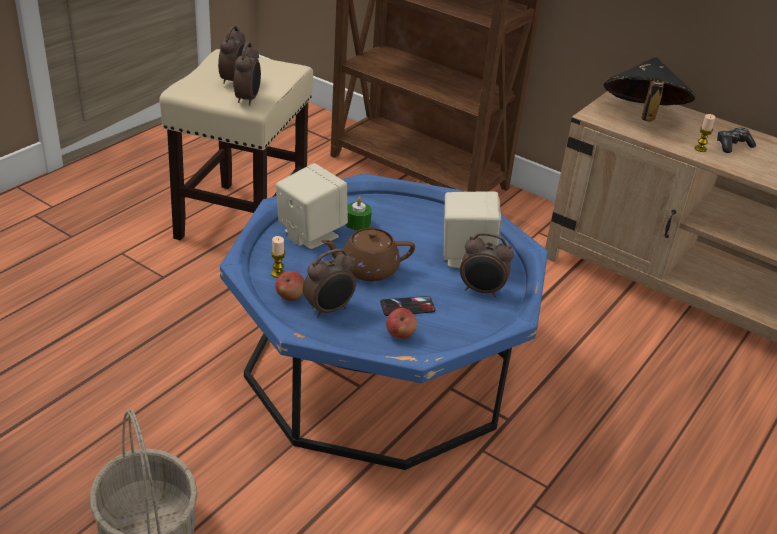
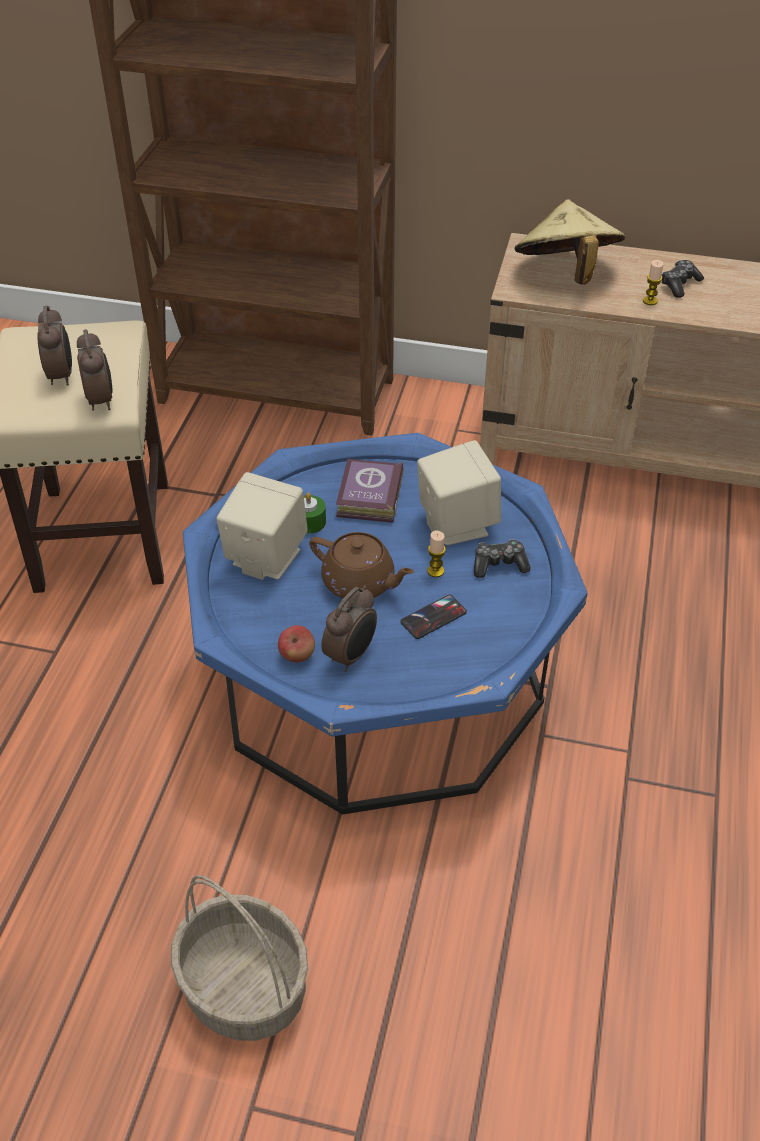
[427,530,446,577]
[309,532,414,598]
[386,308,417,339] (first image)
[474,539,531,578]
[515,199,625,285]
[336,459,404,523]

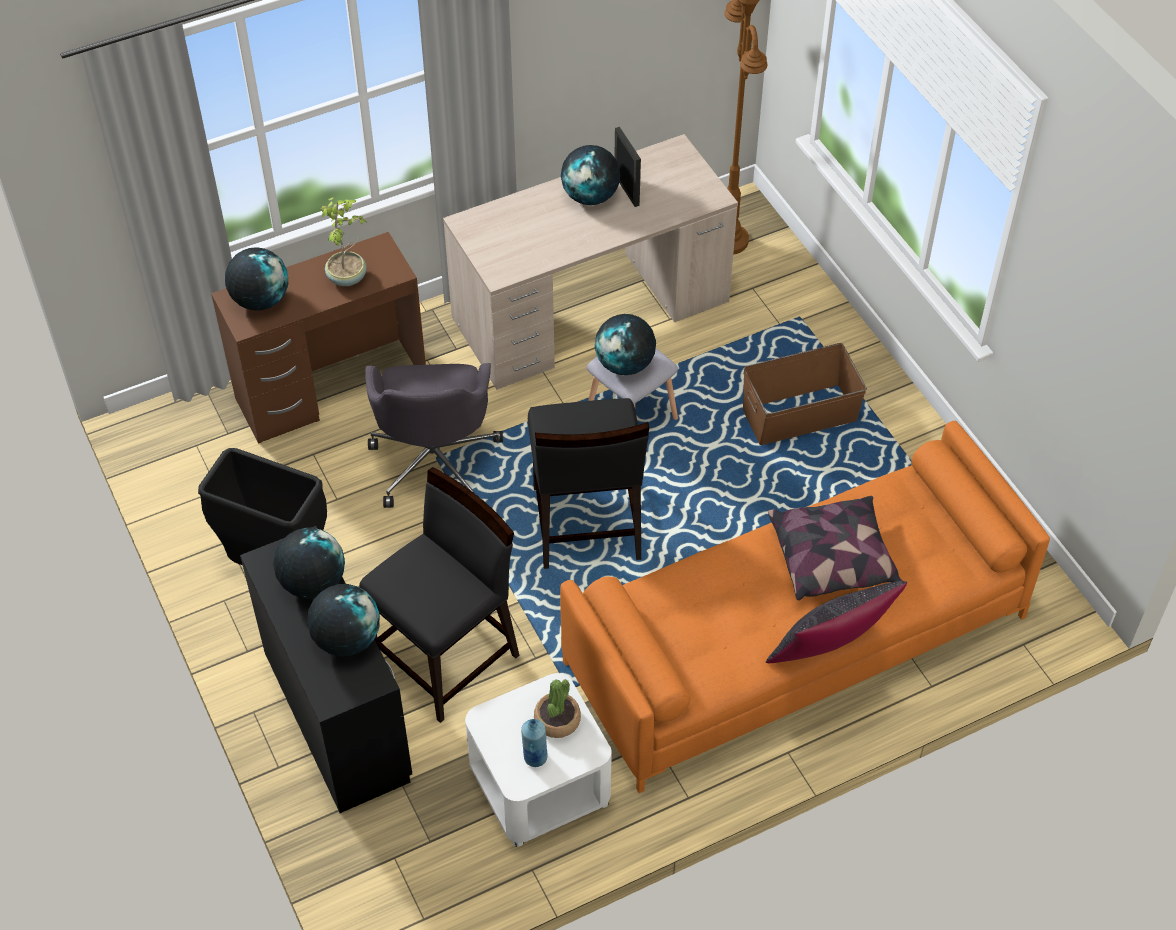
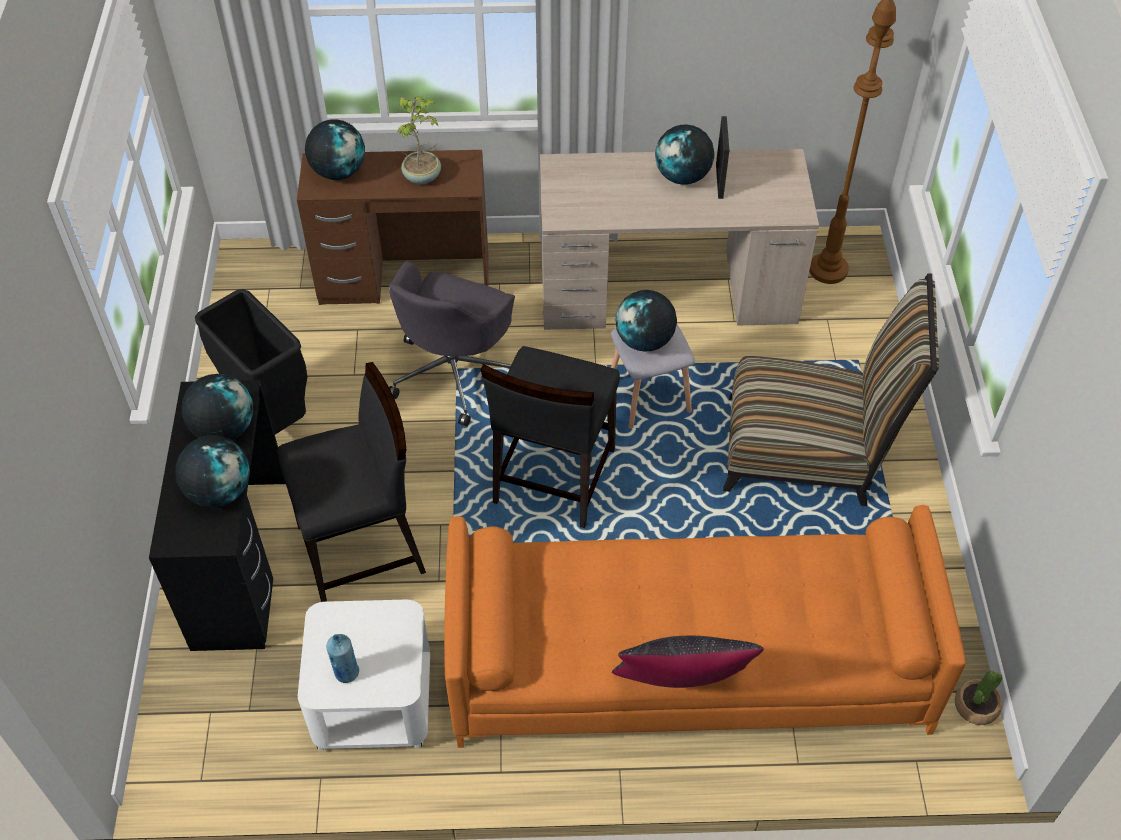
[955,670,1002,725]
[723,274,939,506]
[768,496,903,600] (first image)

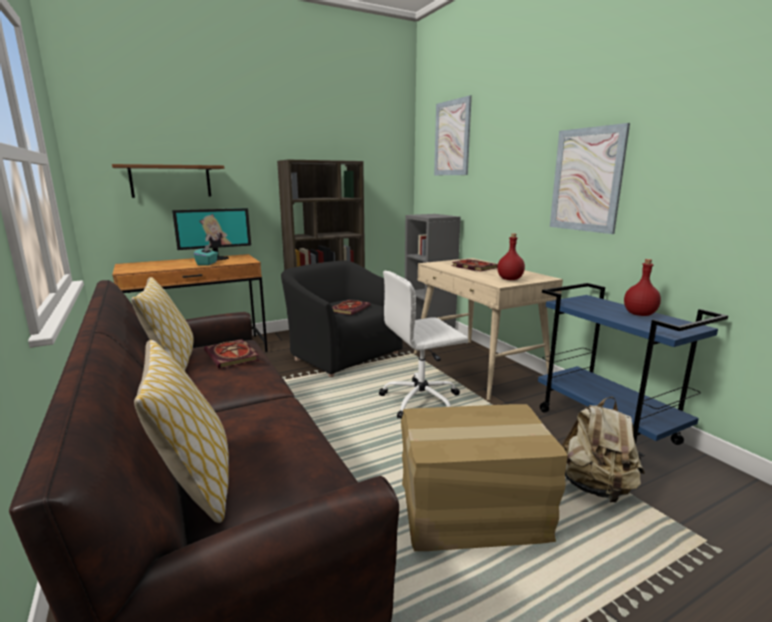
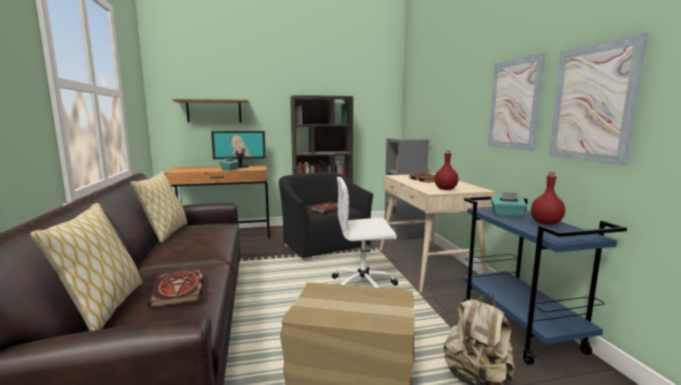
[147,269,203,308]
[549,33,648,166]
[491,192,527,217]

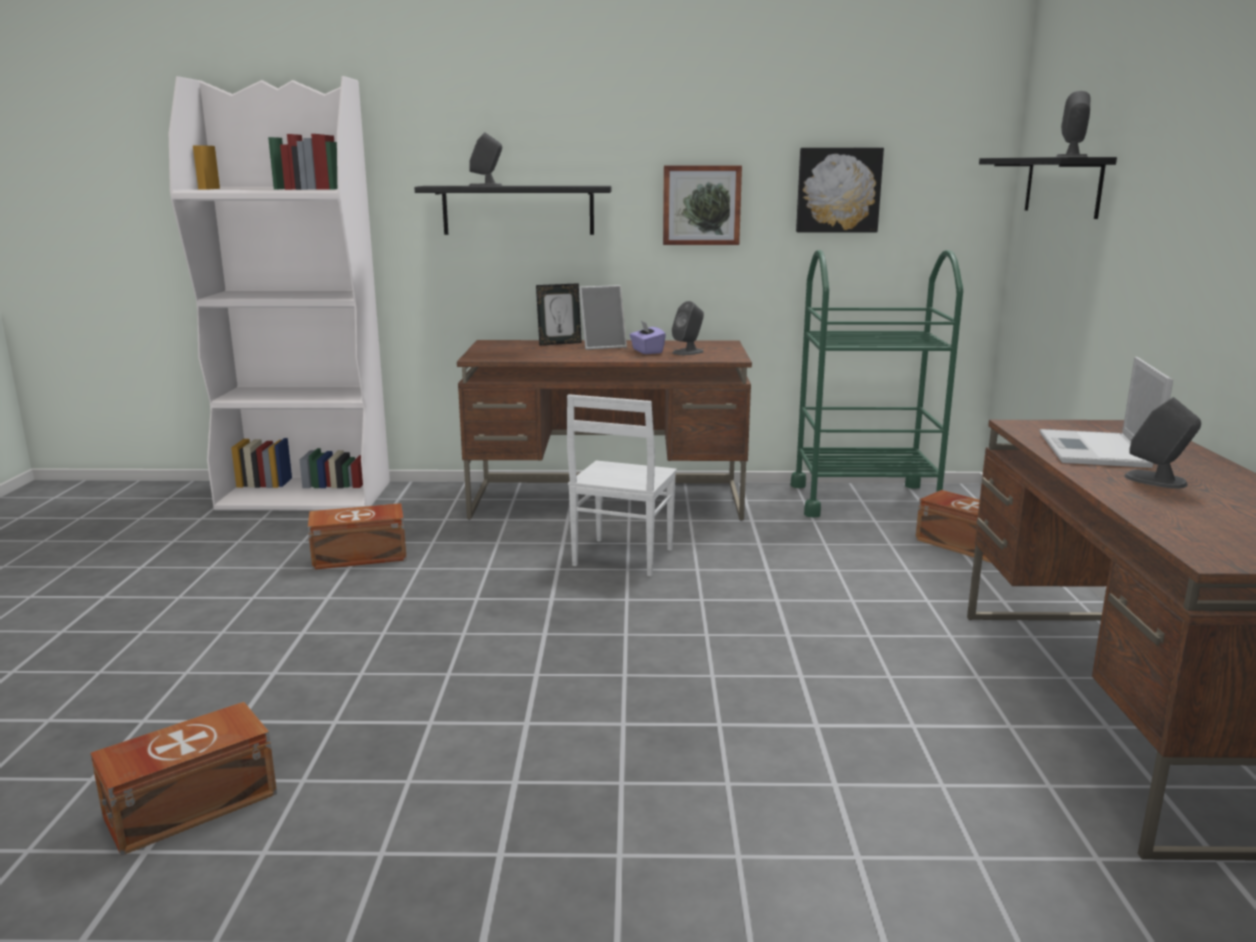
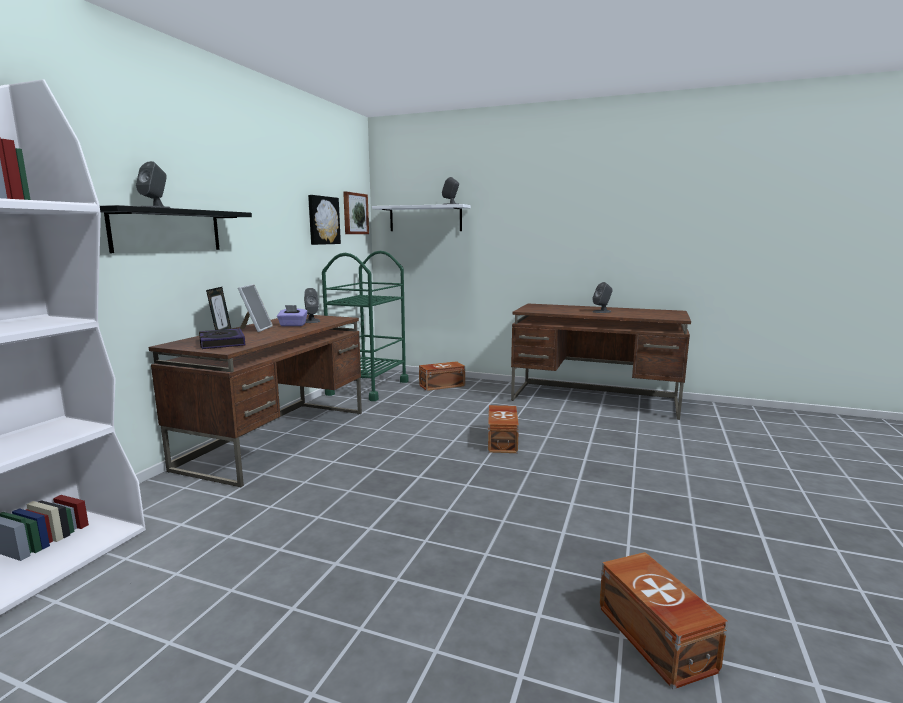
[488,405,519,453]
[567,394,677,576] (first image)
[343,191,369,234]
[372,204,471,231]
[1040,357,1173,468] (first image)
[199,328,245,349]

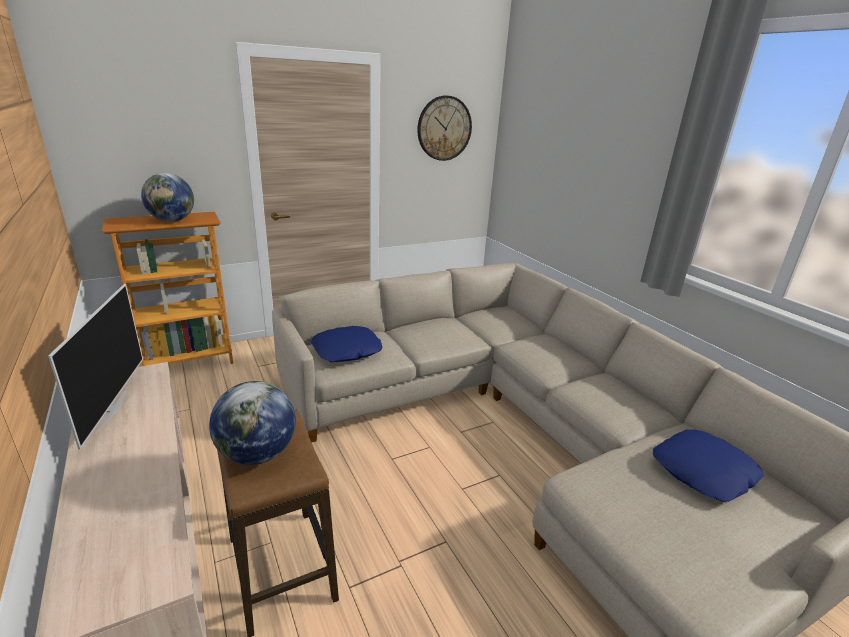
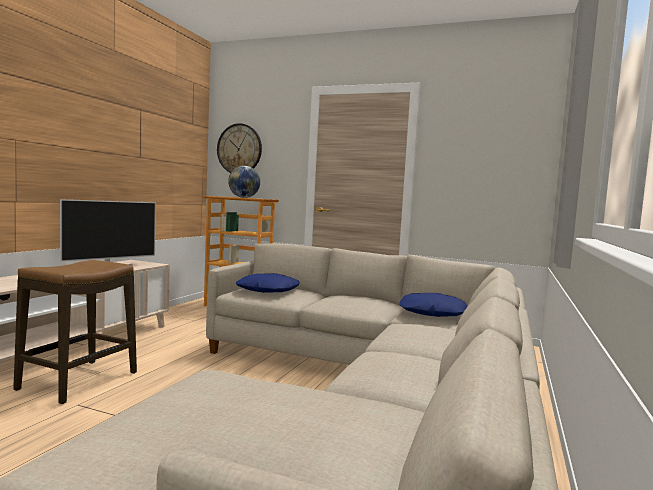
[209,381,296,465] (first image)
[217,123,262,173]
[399,293,468,317]

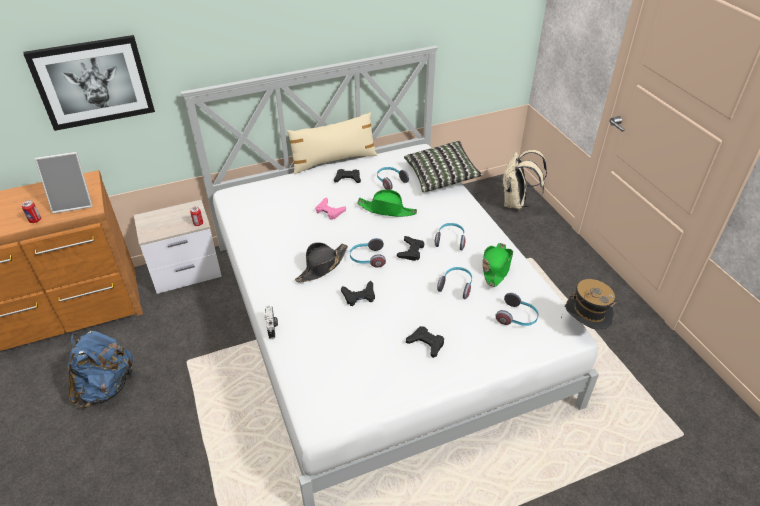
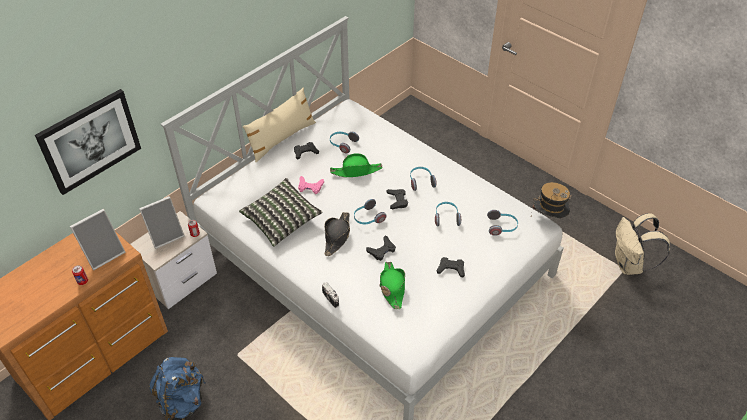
[239,178,322,247]
[380,262,405,309]
[615,213,670,275]
[139,196,185,249]

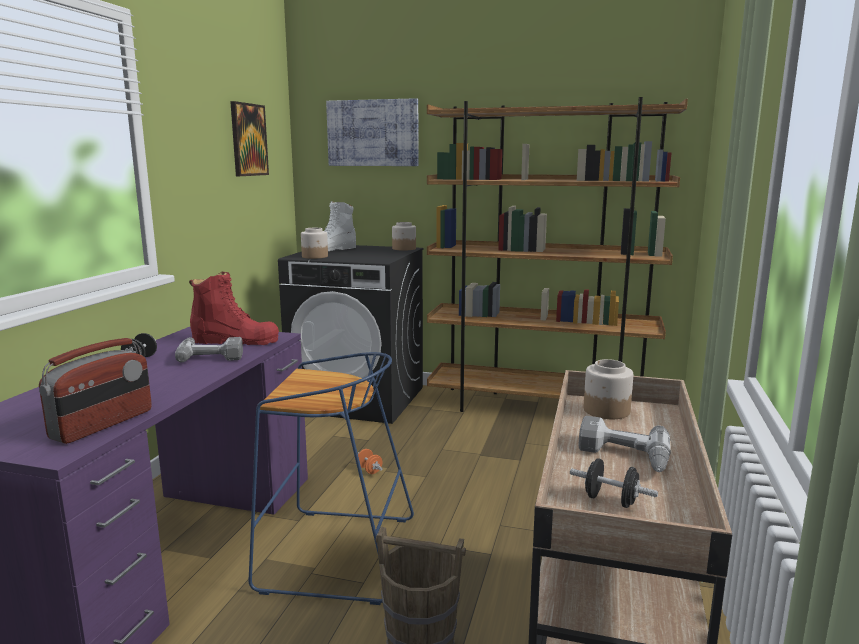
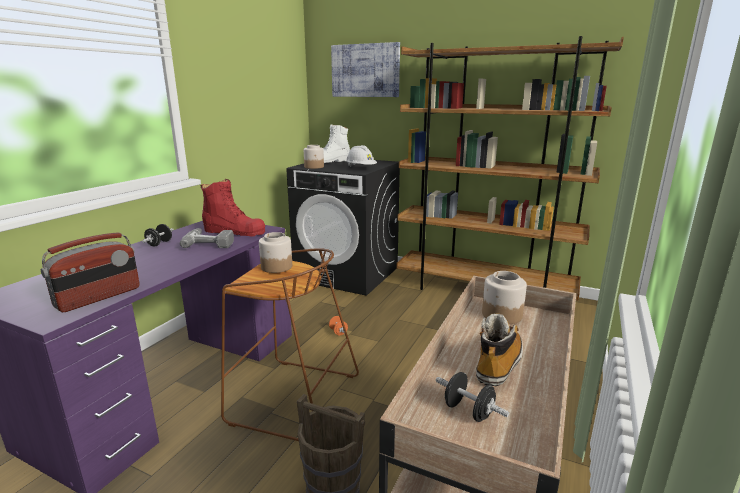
[230,101,269,176] (first image)
[221,248,359,441]
[259,232,292,273]
[476,314,523,386]
[346,145,377,167]

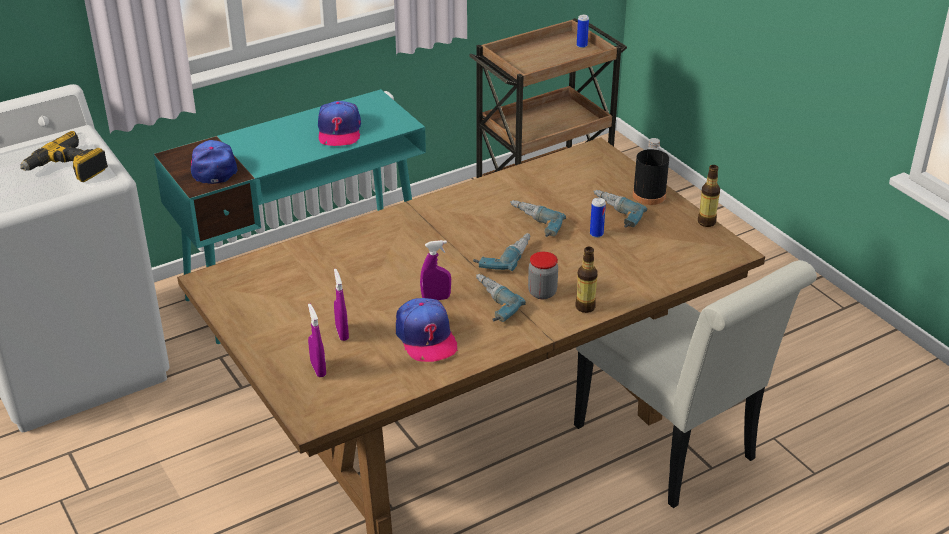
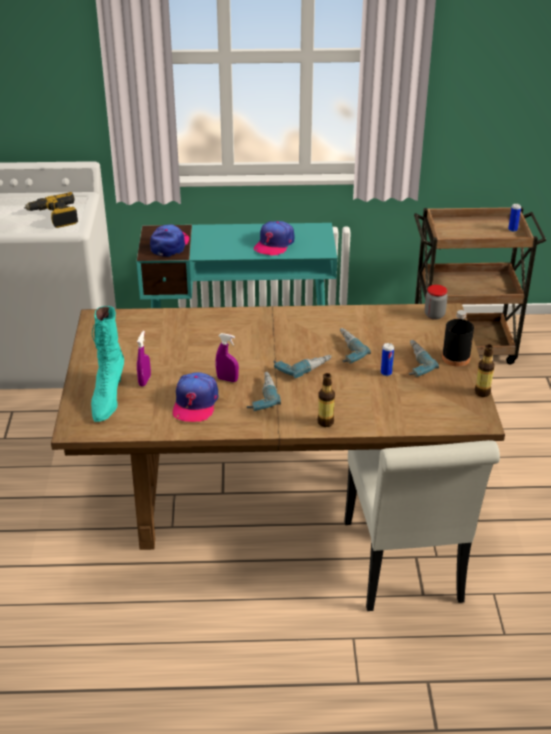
[91,306,124,422]
[425,285,448,320]

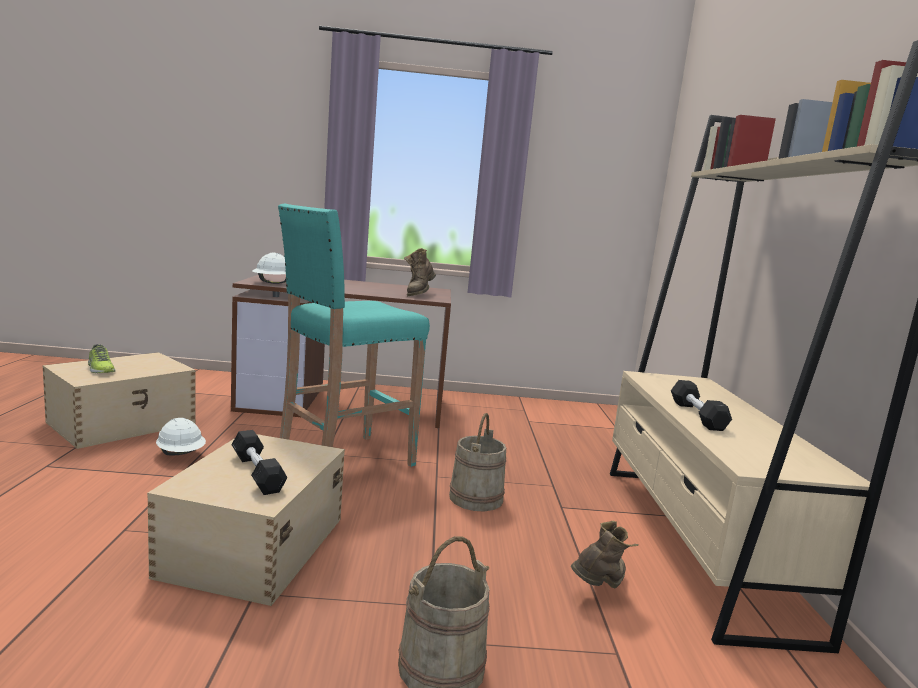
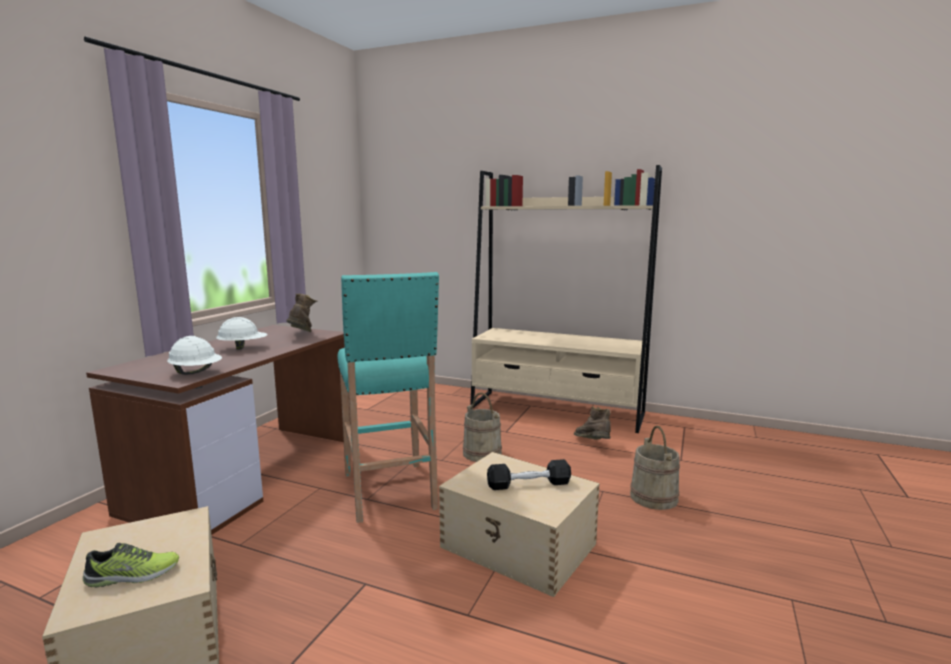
[216,317,268,350]
[286,294,317,332]
[671,380,732,431] (first image)

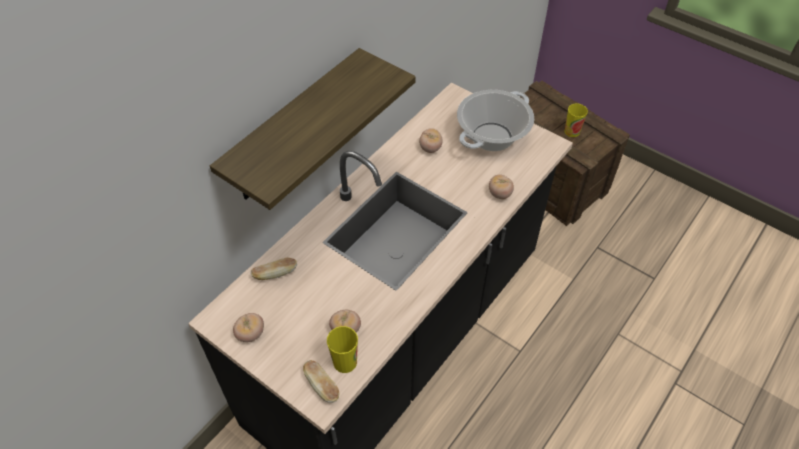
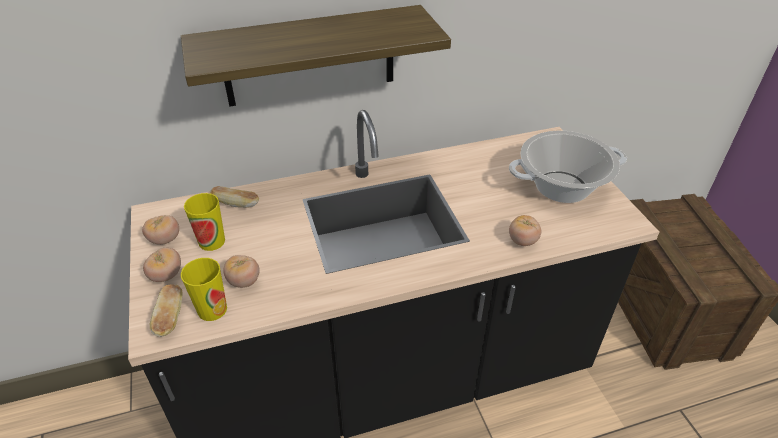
[143,248,181,282]
[184,193,225,251]

